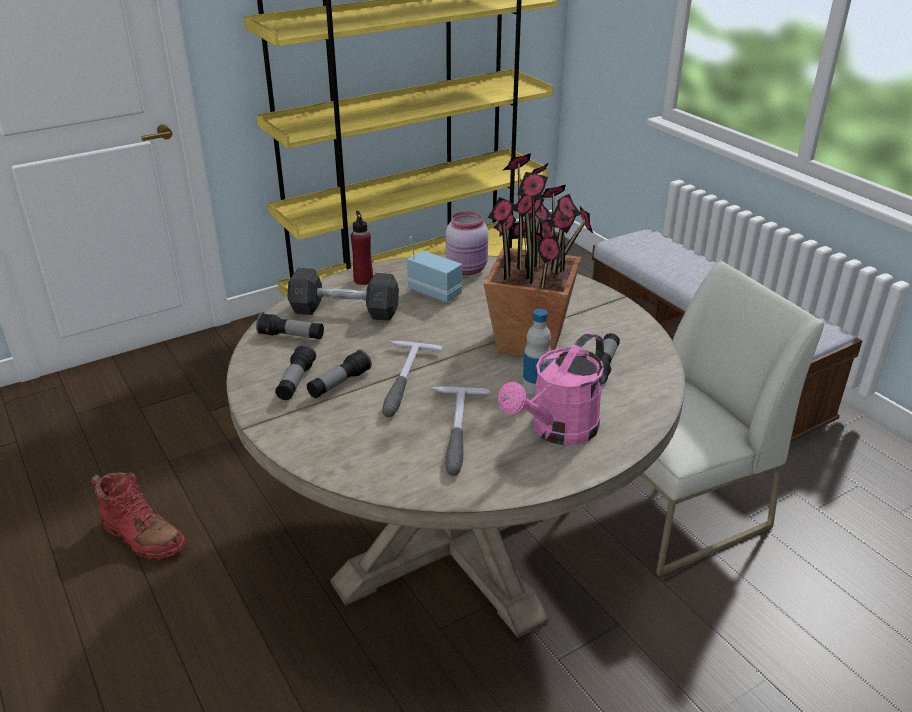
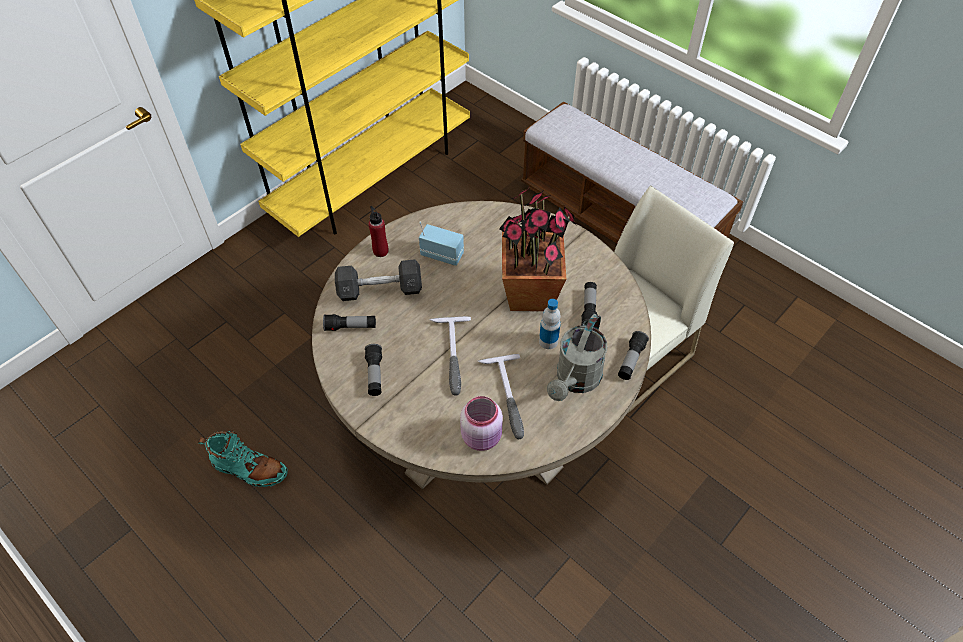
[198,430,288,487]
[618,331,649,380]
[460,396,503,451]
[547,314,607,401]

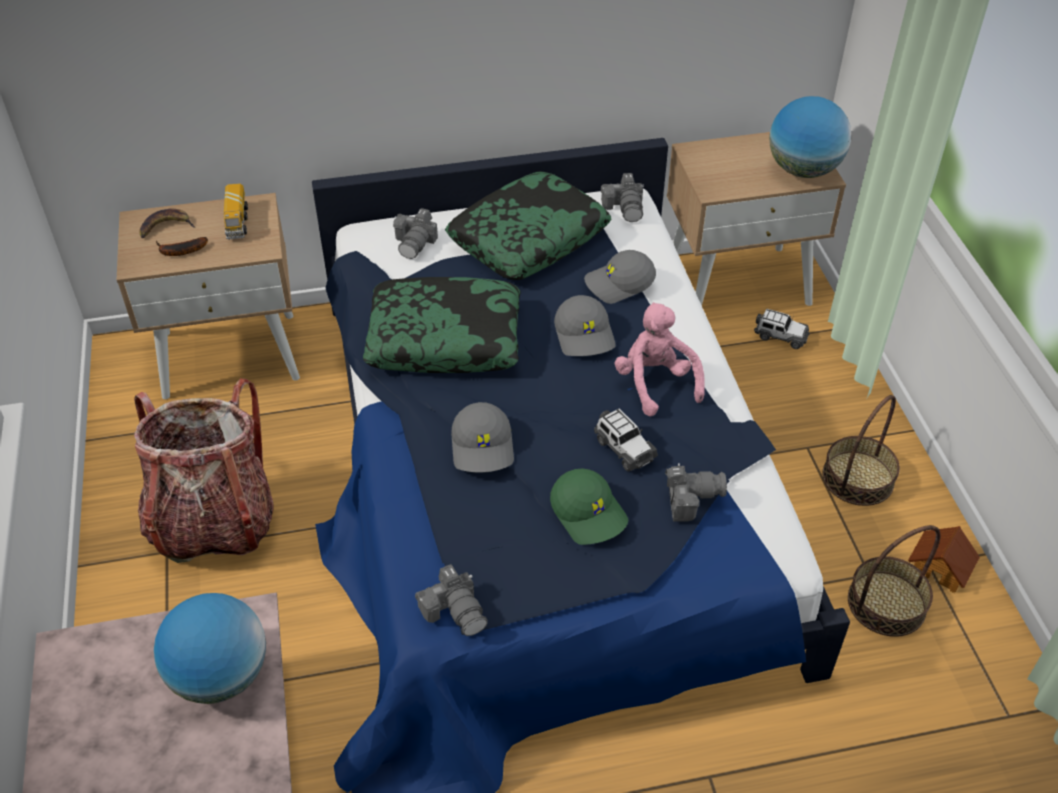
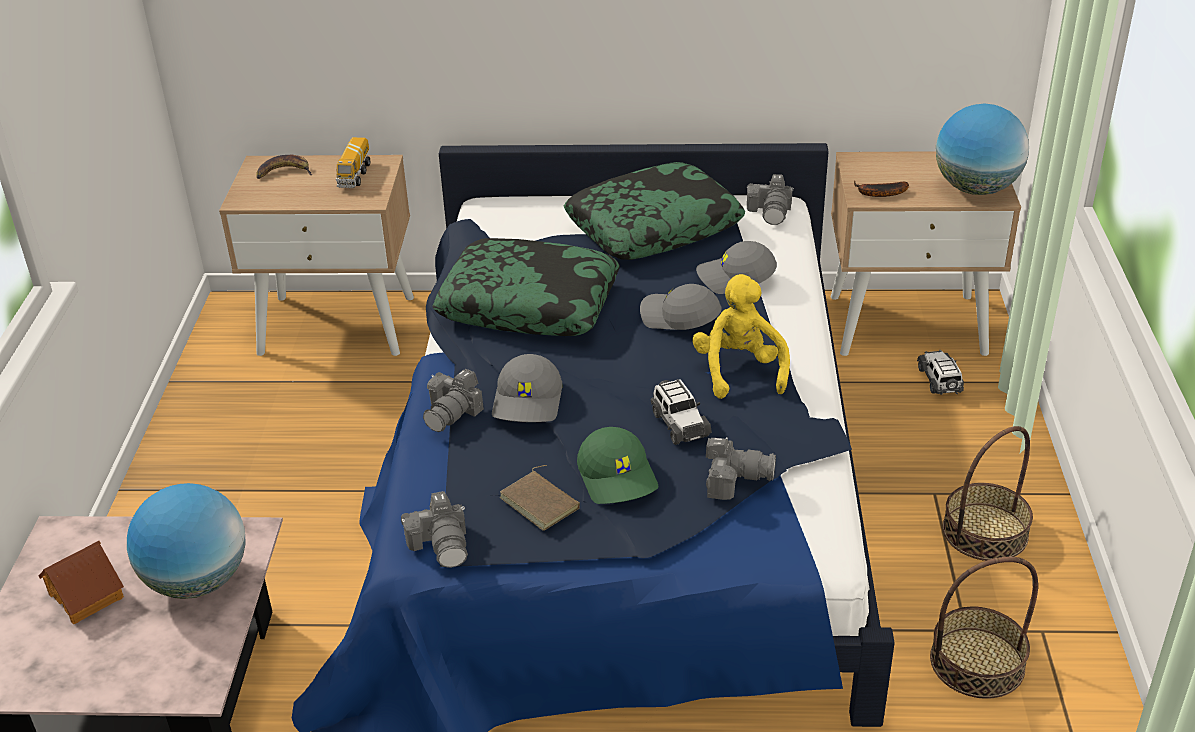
[134,378,273,563] (first image)
[854,181,909,197]
[423,369,484,432]
[640,284,722,330]
[692,274,790,399]
[917,350,964,395]
[39,541,124,625]
[500,465,580,531]

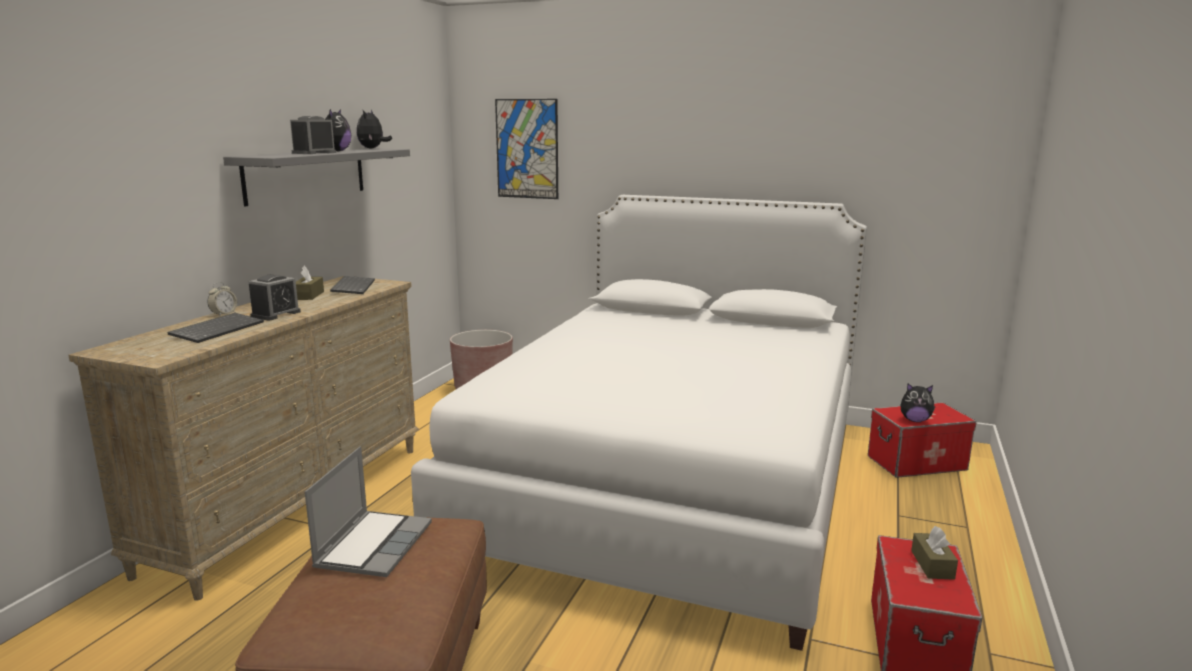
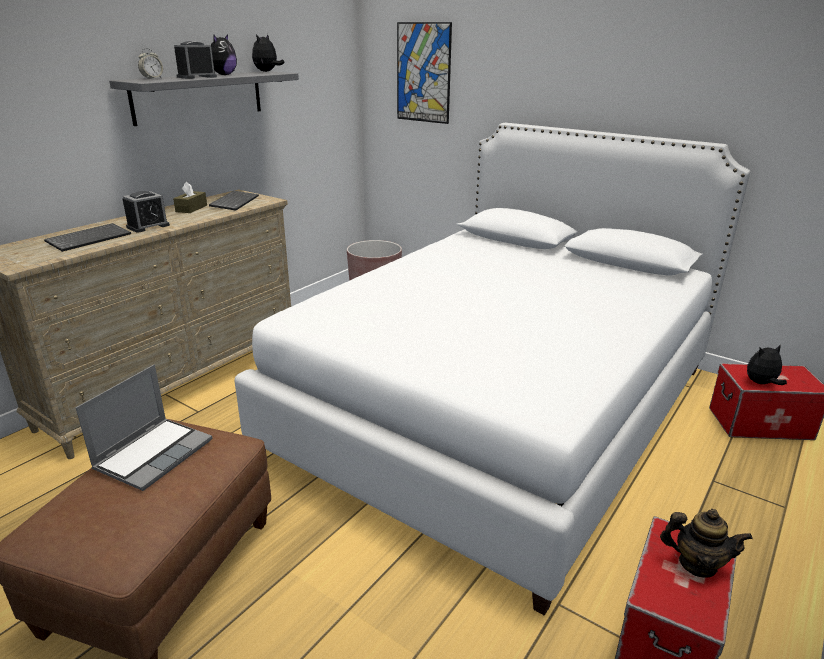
[138,48,163,79]
[747,344,787,385]
[660,509,753,578]

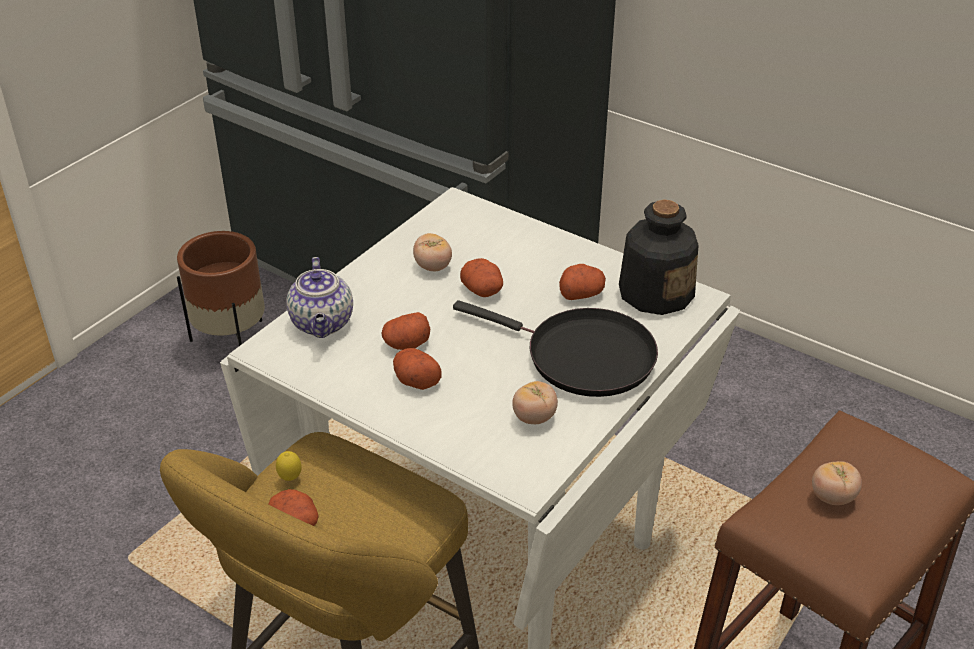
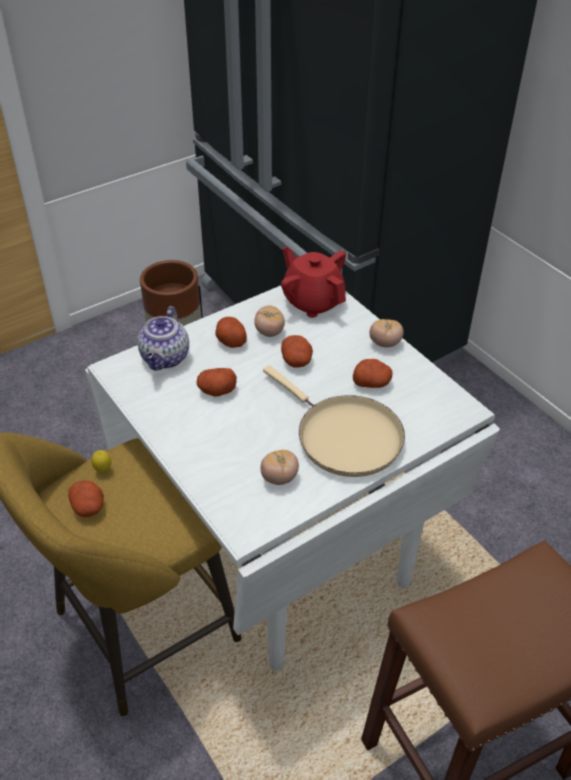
[215,317,247,348]
[263,366,405,477]
[619,200,699,315] (first image)
[369,319,404,348]
[281,246,346,318]

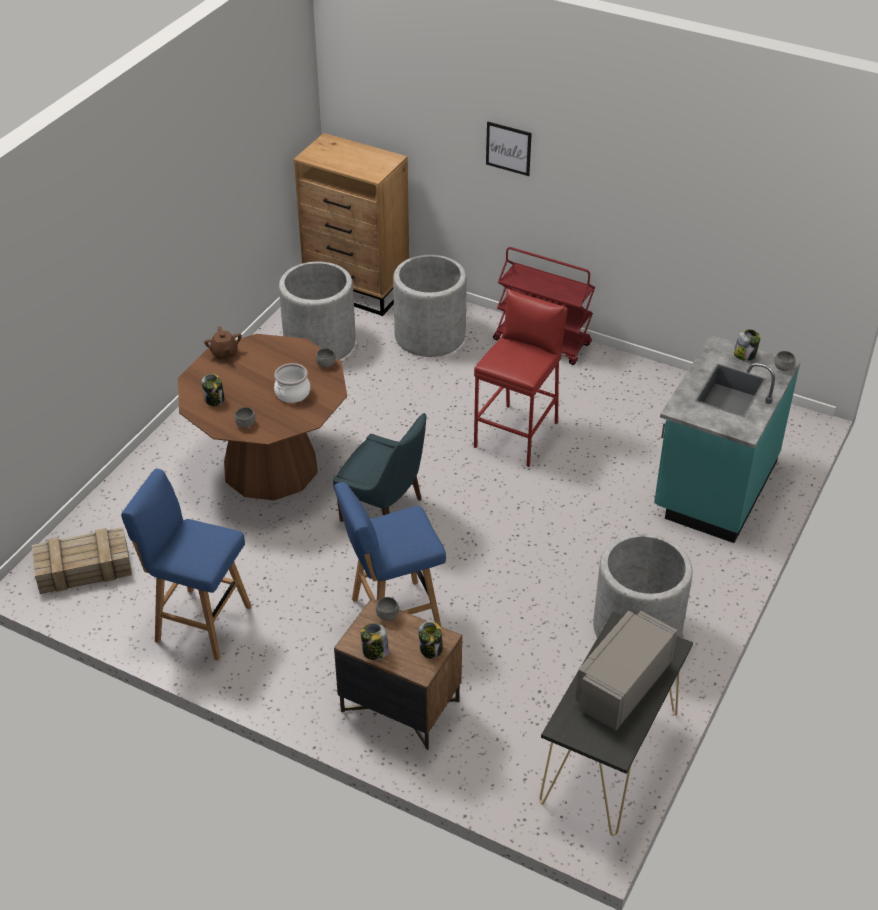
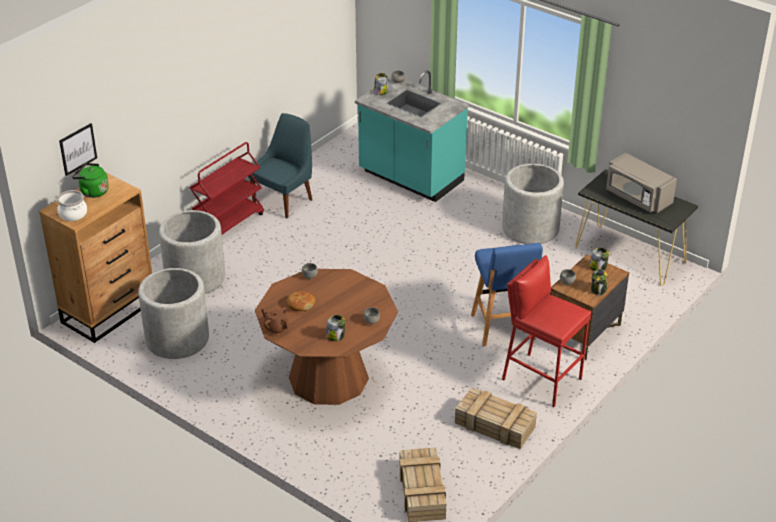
[455,387,537,449]
[261,307,290,335]
[57,190,87,221]
[248,113,312,218]
[502,255,591,407]
[59,123,97,176]
[72,163,109,198]
[287,291,315,311]

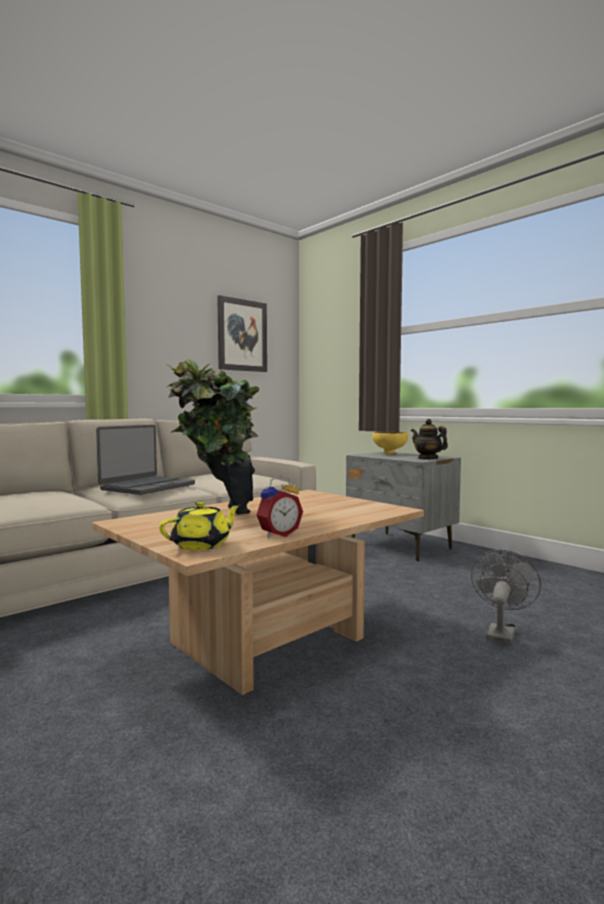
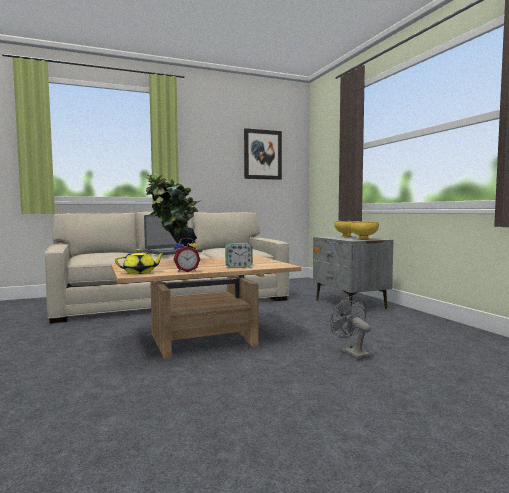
[350,222,379,240]
[330,296,371,360]
[225,243,253,268]

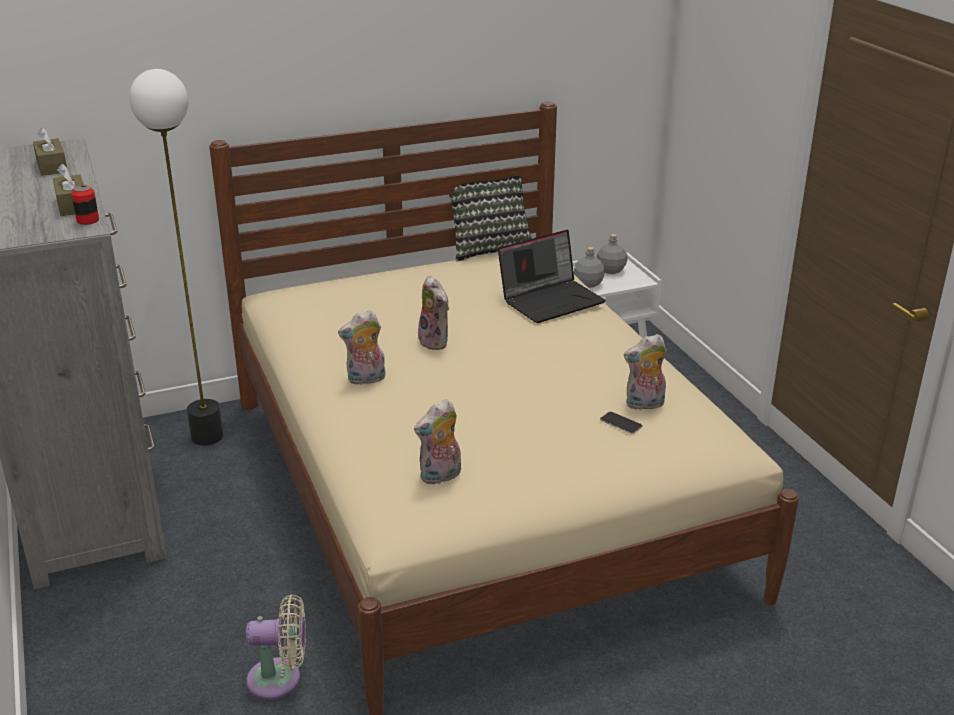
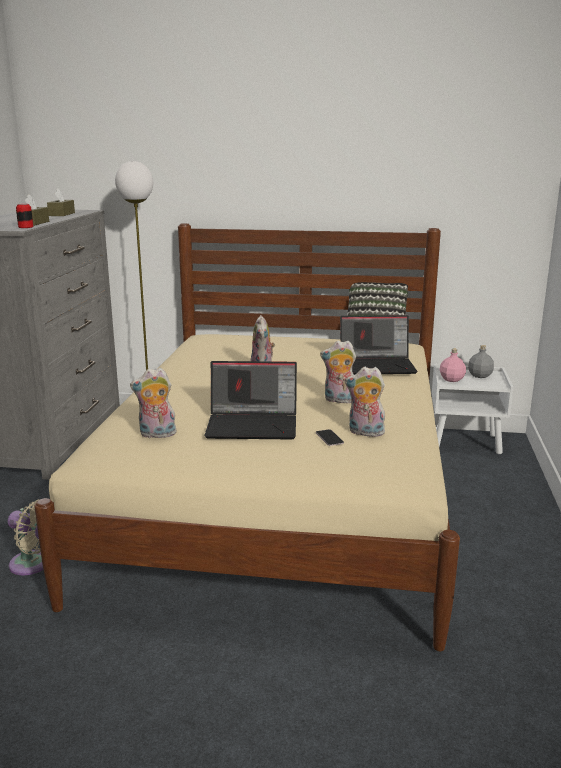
[320,341,356,403]
[440,349,466,382]
[204,361,297,439]

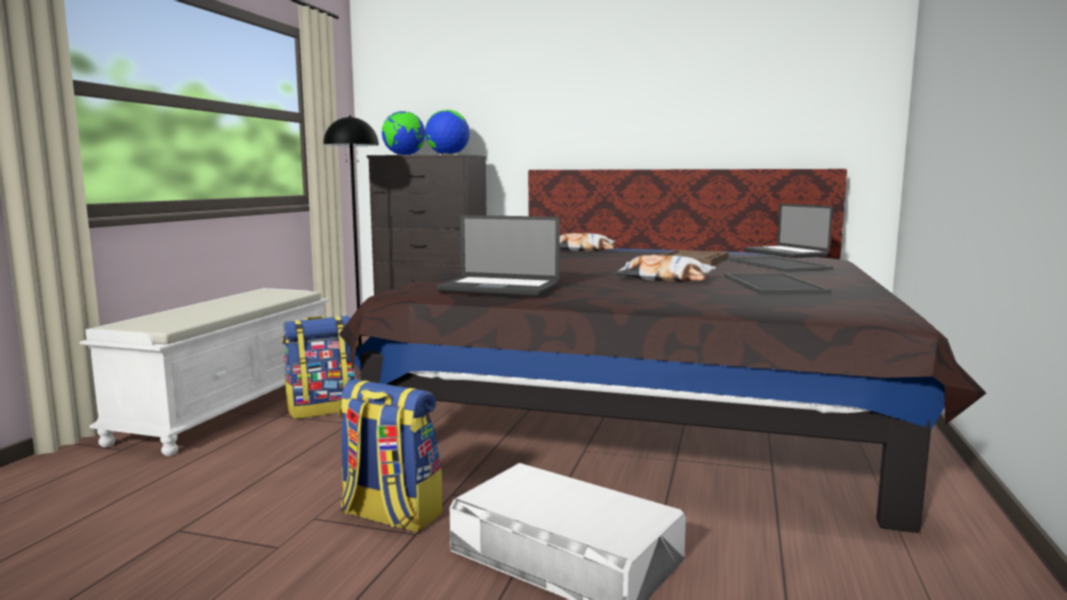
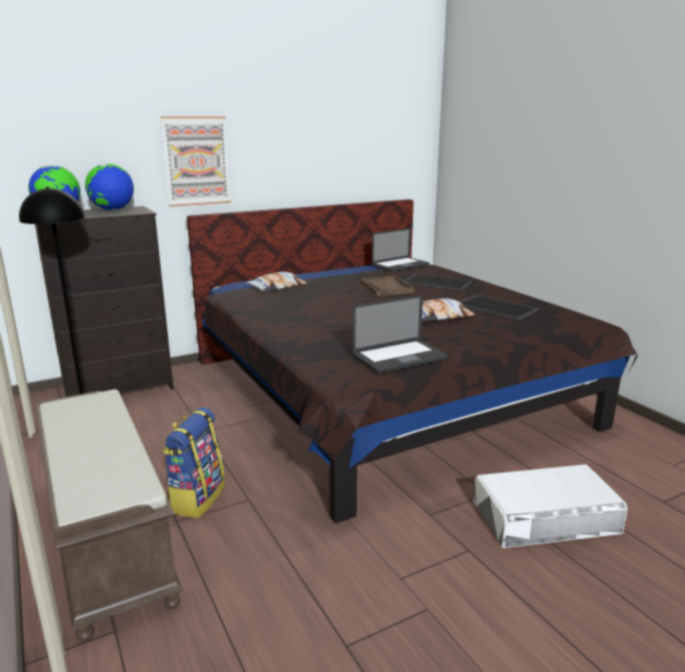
[36,389,183,642]
[338,379,442,533] (first image)
[372,228,429,272]
[161,116,231,207]

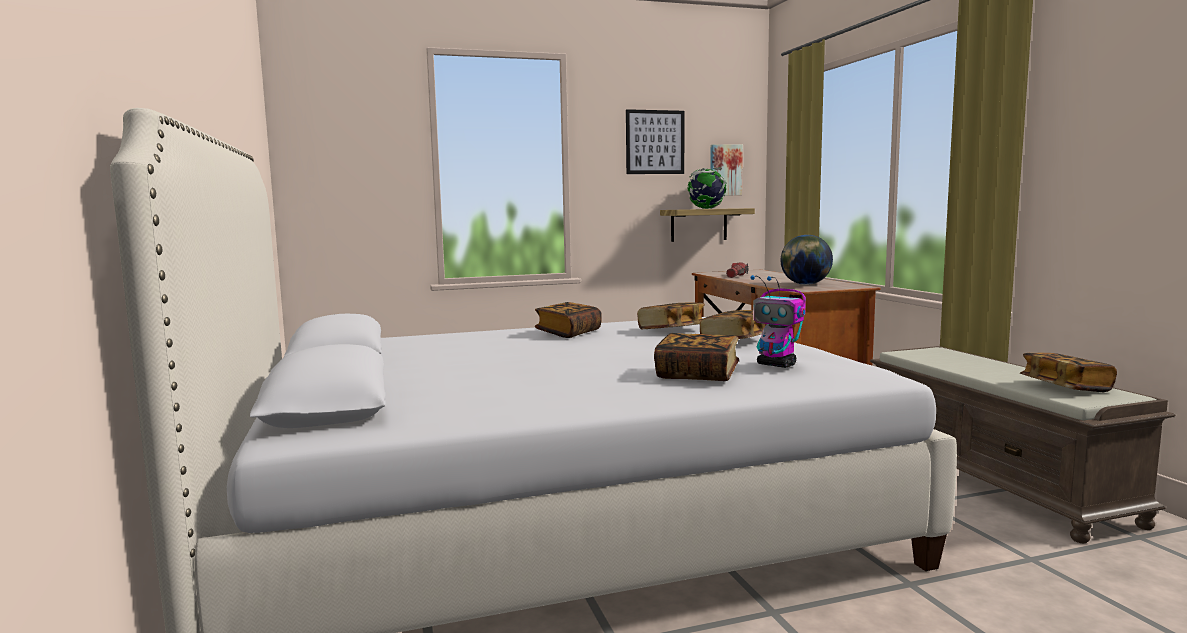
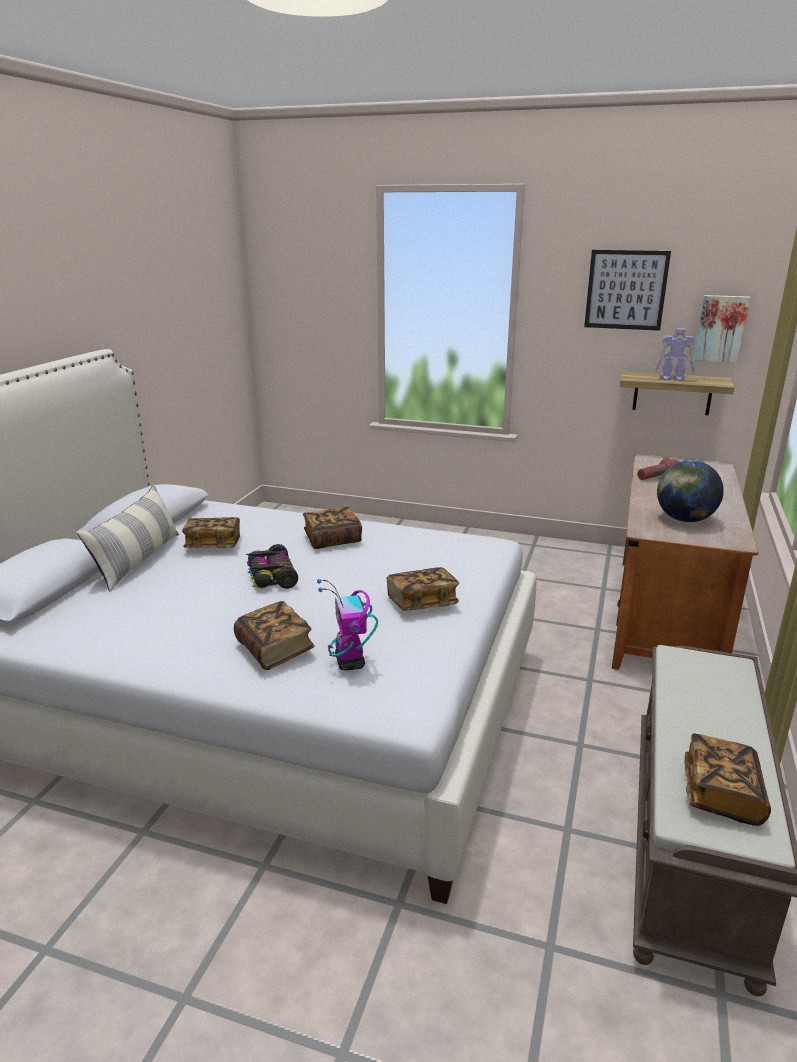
[182,517,240,548]
[654,328,695,381]
[77,485,179,592]
[245,544,298,589]

